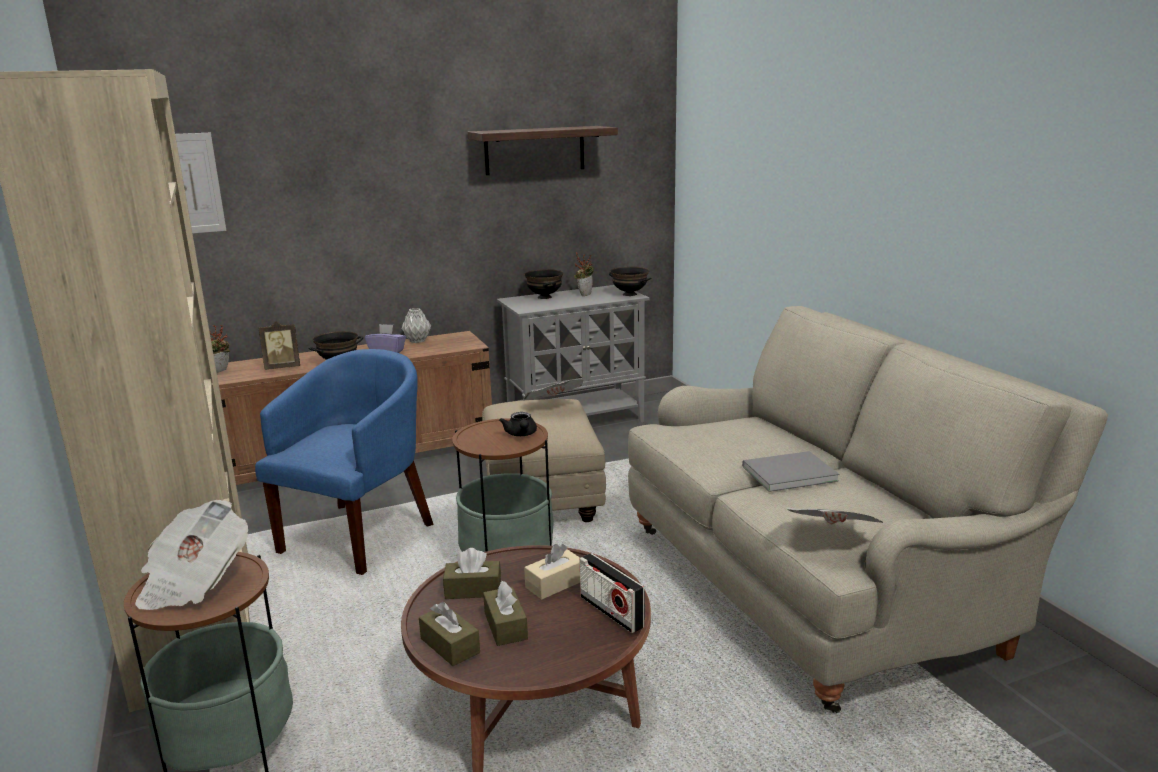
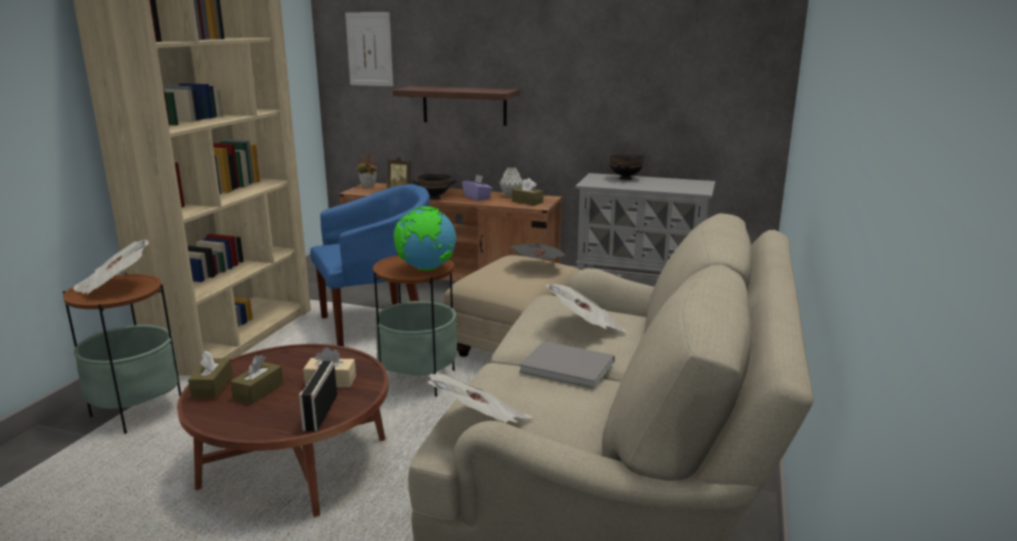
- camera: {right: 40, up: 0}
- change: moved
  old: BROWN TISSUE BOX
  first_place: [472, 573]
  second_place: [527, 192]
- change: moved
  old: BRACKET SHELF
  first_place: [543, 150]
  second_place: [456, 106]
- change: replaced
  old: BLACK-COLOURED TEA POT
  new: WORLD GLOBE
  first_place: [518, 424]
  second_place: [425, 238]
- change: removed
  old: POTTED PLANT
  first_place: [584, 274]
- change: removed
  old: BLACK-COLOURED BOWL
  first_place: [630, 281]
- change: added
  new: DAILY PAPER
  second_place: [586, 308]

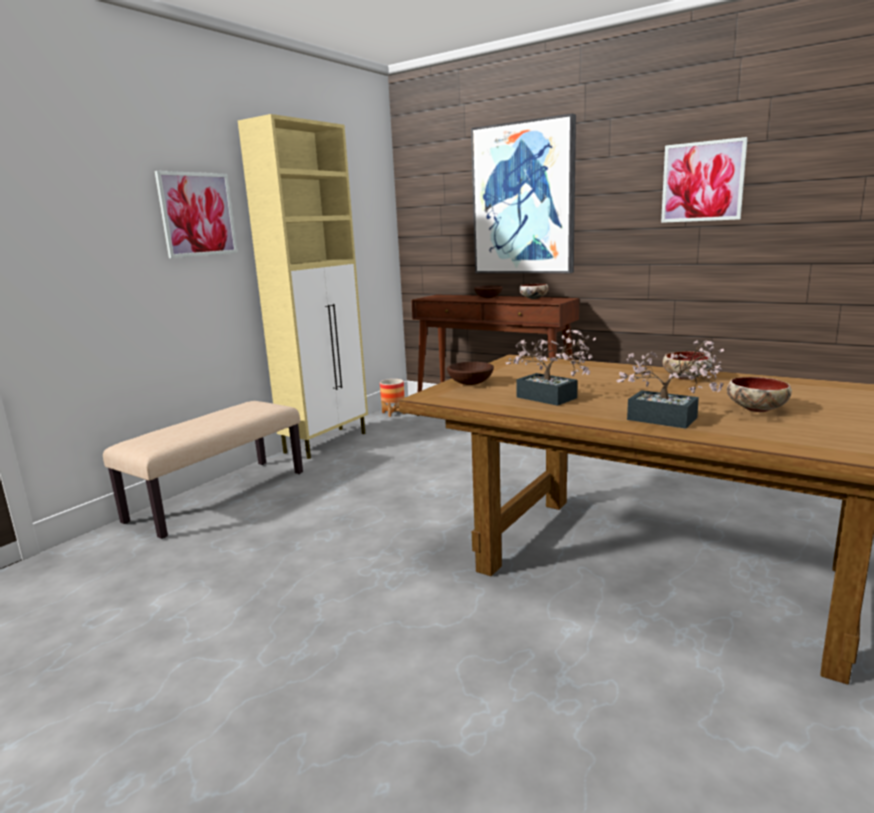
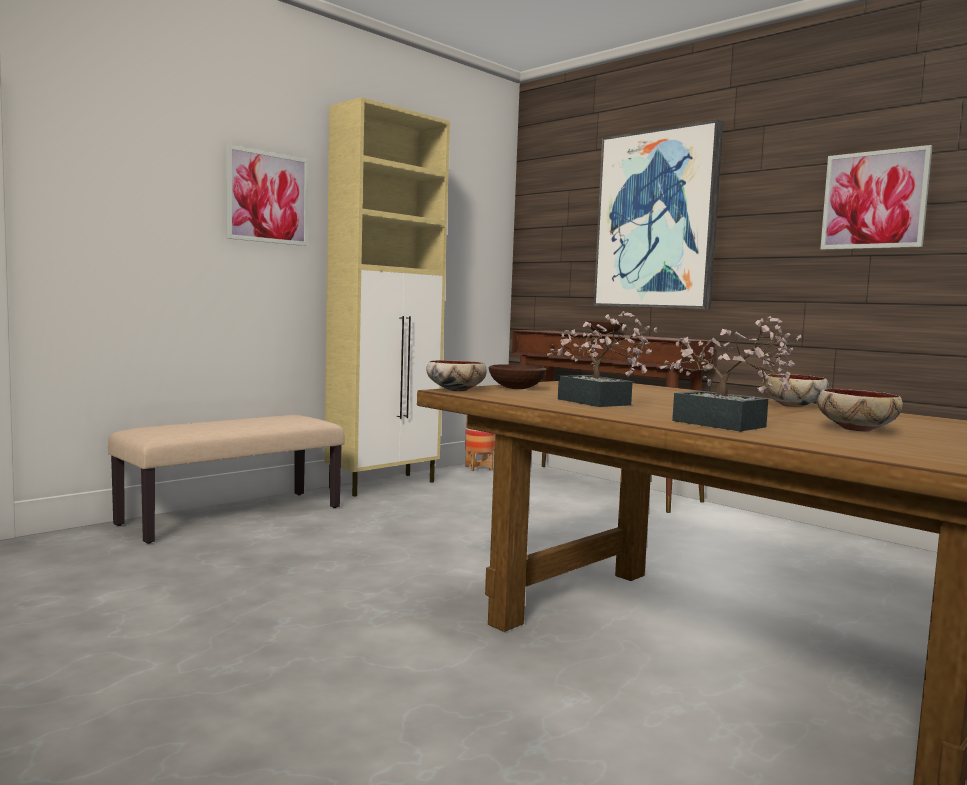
- camera: {right: 10, up: -10}
- change: moved
  old: BOWL
  first_place: [533, 291]
  second_place: [456, 375]

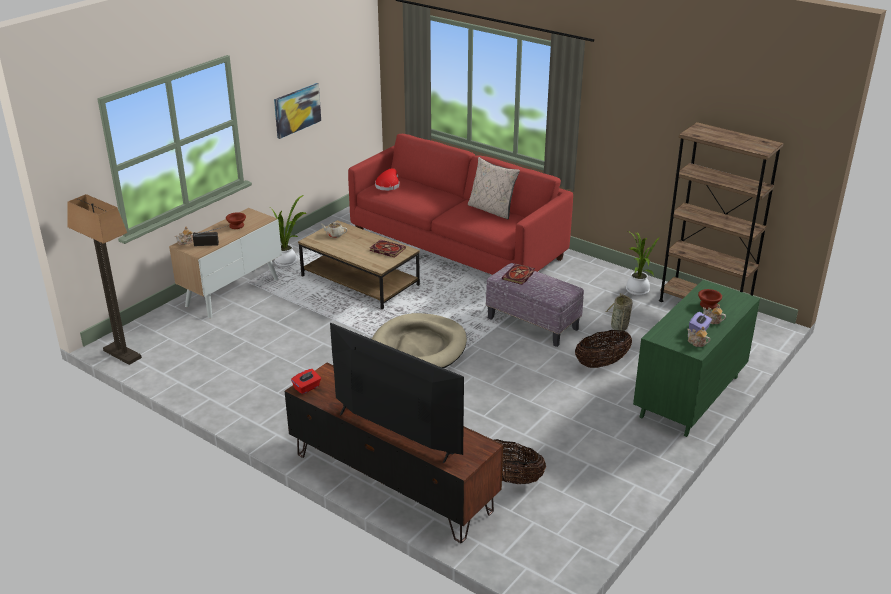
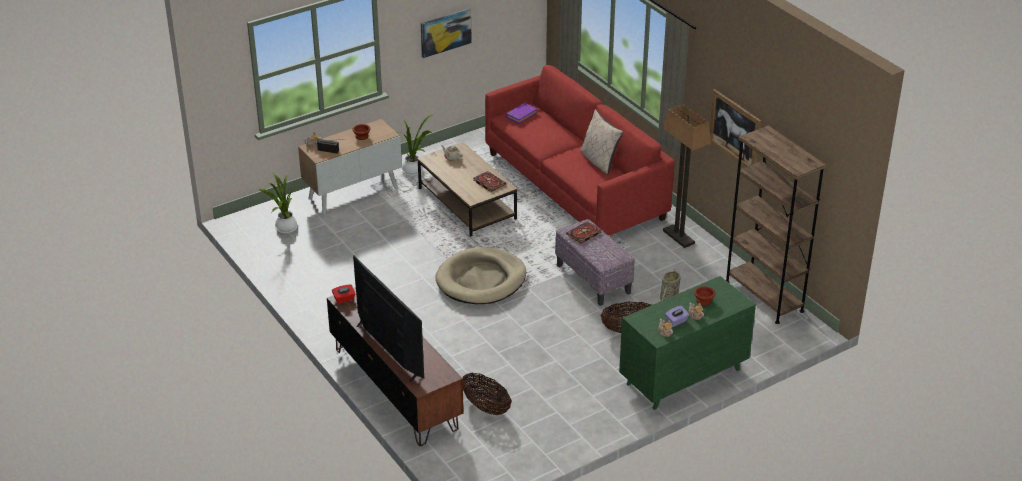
- camera: {right: 20, up: 5}
- change: moved
  old: STANDARD LAMP
  first_place: [104, 279]
  second_place: [687, 176]
- change: replaced
  old: RED WEARABLE HAT
  new: PURPLISH BOUND BOOK
  first_place: [387, 179]
  second_place: [521, 113]
- change: moved
  old: POTTED PLANT
  first_place: [643, 263]
  second_place: [277, 203]
- change: added
  new: WALL ART
  second_place: [735, 128]

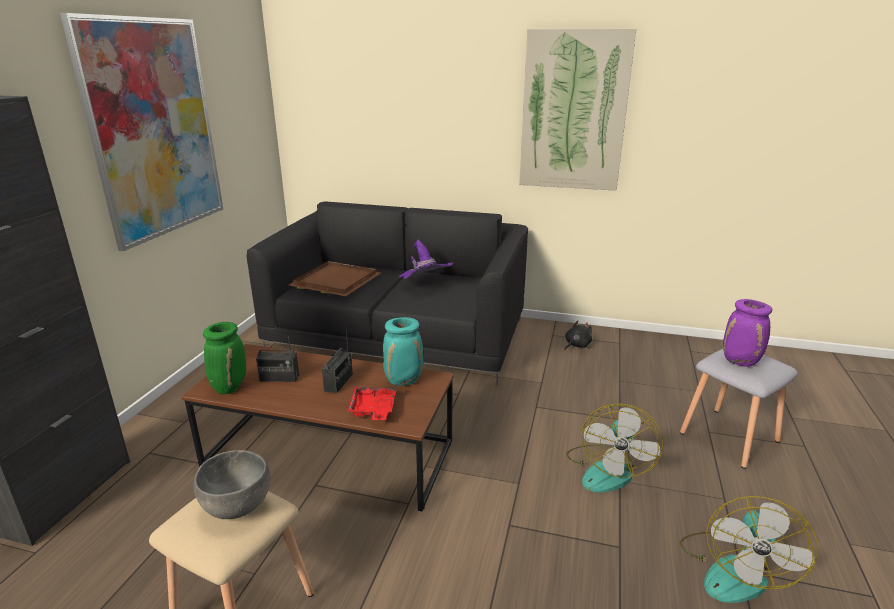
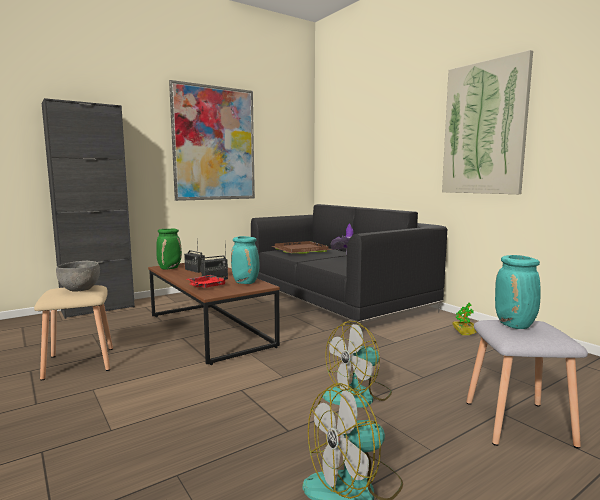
- camera: {right: 40, up: -15}
- change: replaced
  old: BLACK-COLOURED CUDDLY TOY
  new: POTTED PLANT
  first_place: [578, 335]
  second_place: [464, 319]
- change: recoloured
  old: PURPLISH FLOWER VASE
  new: TURQUOISE-COLOURED FLOWER VASE
  first_place: [747, 333]
  second_place: [518, 292]

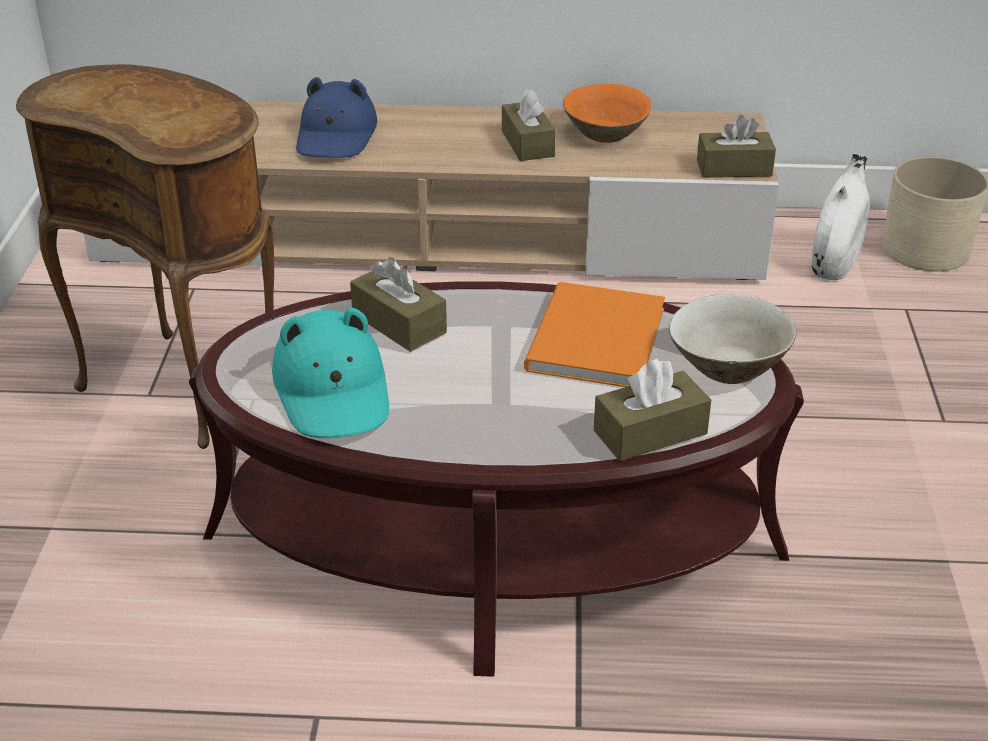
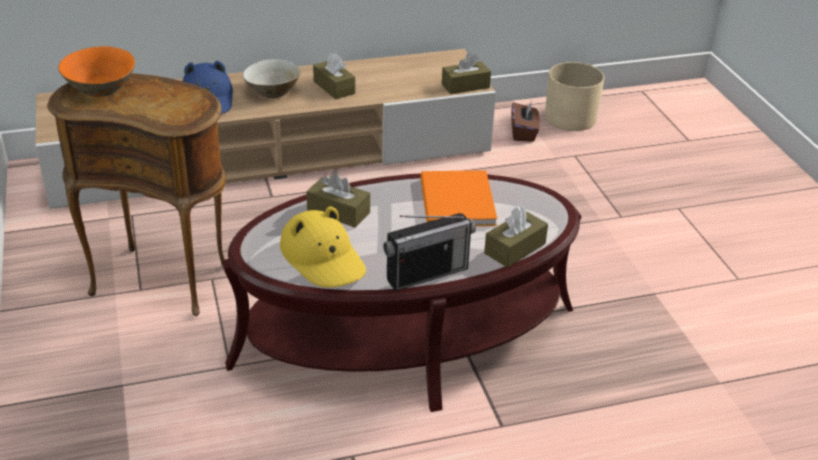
- camera: {right: -20, up: 0}
- change: recoloured
  old: TURQUOISE-COLOURED WEARABLE HAT
  new: YELLOWISH WEARABLE HAT
  first_place: [330, 373]
  second_place: [323, 247]
- change: moved
  old: ORANGE BOWL
  first_place: [607, 113]
  second_place: [96, 71]
- change: moved
  old: BEIGE-COLOURED BOWL
  first_place: [732, 339]
  second_place: [272, 78]
- change: replaced
  old: WHITE-COLOURED FLOWER VASE
  new: BROWN TISSUE BOX
  first_place: [841, 216]
  second_place: [525, 122]
- change: added
  new: RADIO
  second_place: [429, 252]

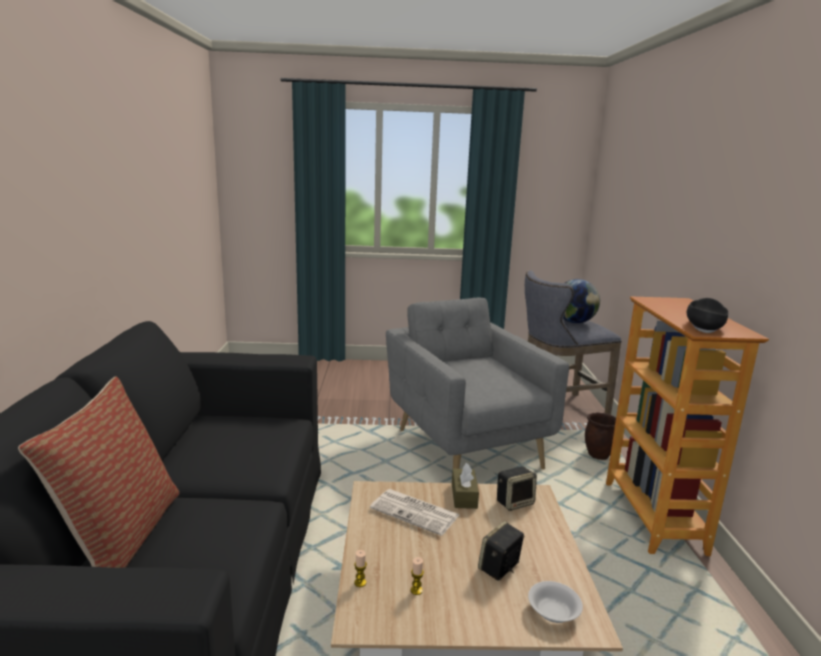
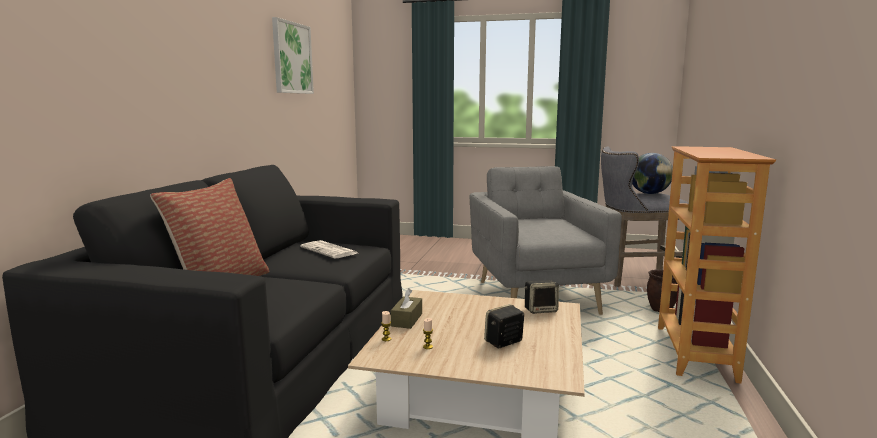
- camera: {right: 15, up: -5}
- change: moved
  old: DAILY PAPER
  first_place: [414, 512]
  second_place: [328, 249]
- change: moved
  old: BROWN TISSUE BOX
  first_place: [465, 486]
  second_place: [406, 308]
- change: removed
  old: WHITE-COLOURED BOWL
  first_place: [555, 602]
- change: removed
  old: BLACK-COLOURED BOWL
  first_place: [707, 315]
- change: added
  new: WALL ART
  second_place: [293, 55]

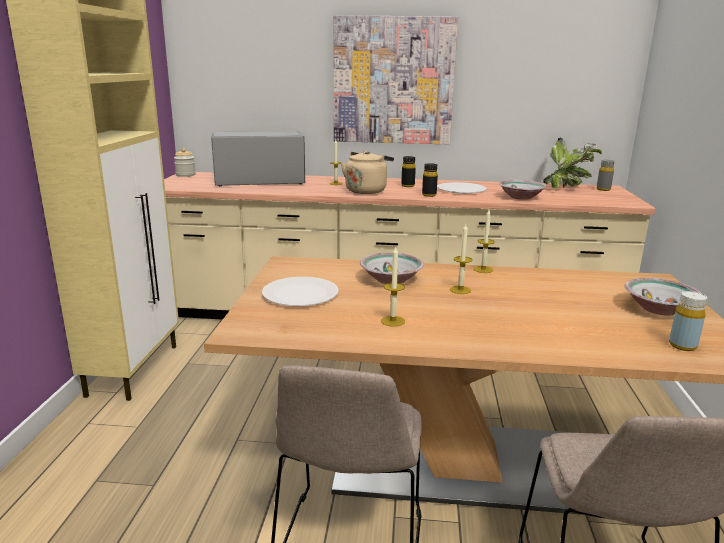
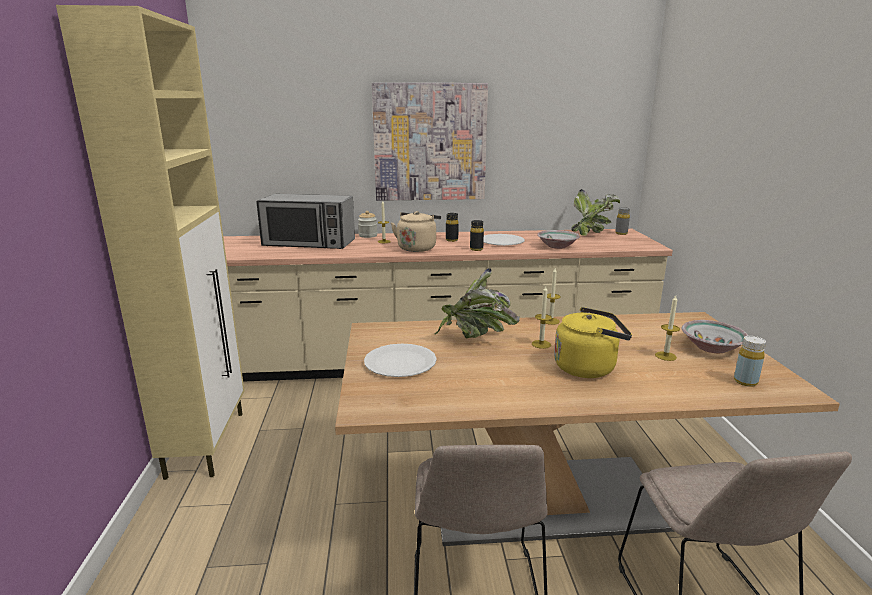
- camera: {right: -10, up: 0}
- change: moved
  old: STORAGE JAR
  first_place: [185, 162]
  second_place: [367, 224]
- change: turned
  old: MICROWAVE OVEN
  first_place: [258, 158]
  second_place: [305, 221]
  degrees: -150
- change: replaced
  old: BOWL
  new: POTTED PLANT
  first_place: [392, 268]
  second_place: [477, 303]
- change: moved
  old: CANDLE
  first_place: [393, 287]
  second_place: [667, 328]
- change: added
  new: YELLOWISH KETTLE
  second_place: [593, 342]

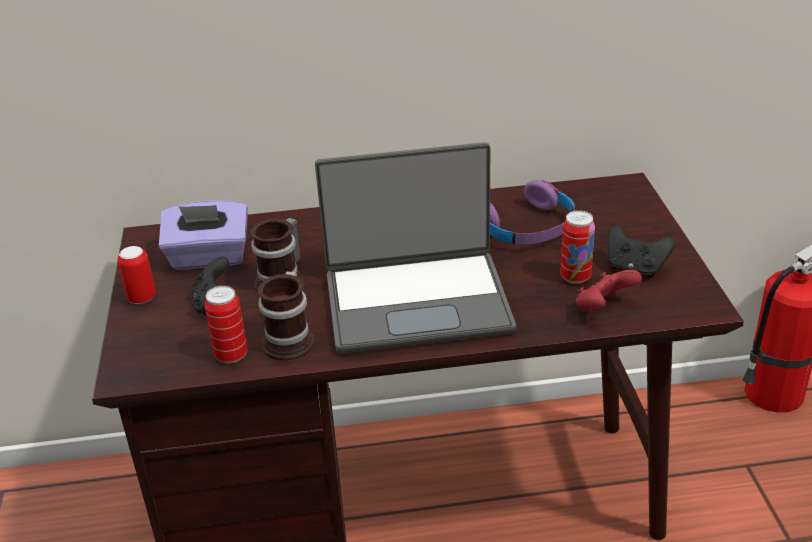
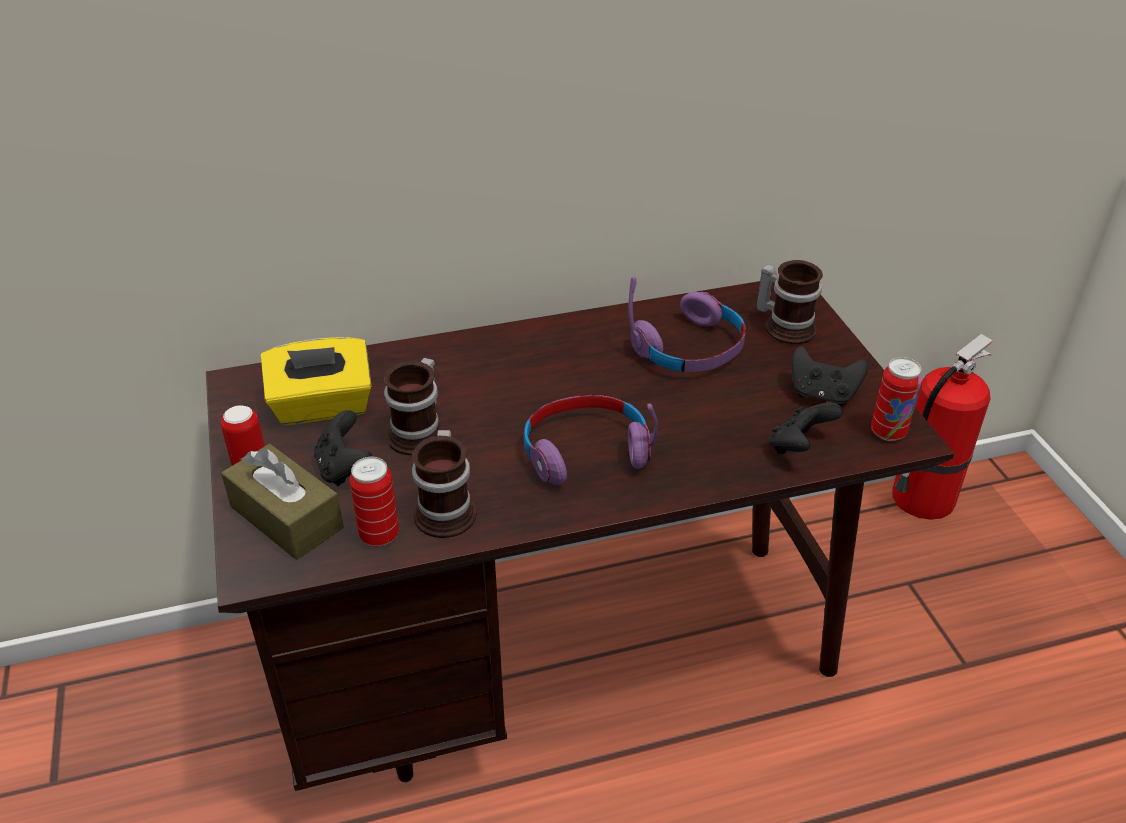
- camera: {right: -10, up: 5}
- change: recoloured
  old: PURPLISH TISSUE BOX
  new: YELLOWISH TISSUE BOX
  first_place: [203, 235]
  second_place: [316, 381]
- change: replaced
  old: PORTABLE COMPUTER
  new: PURPLISH PAIR OF HEADPHONES
  first_place: [415, 248]
  second_place: [590, 440]
- change: moved
  old: METAL CAN
  first_place: [577, 247]
  second_place: [896, 399]
- change: recoloured
  old: RED GAMEPAD
  new: BLACK-COLOURED GAMEPAD
  first_place: [609, 291]
  second_place: [806, 428]
- change: added
  new: BROWN TISSUE BOX
  second_place: [282, 502]
- change: added
  new: TEA MUG
  second_place: [790, 302]

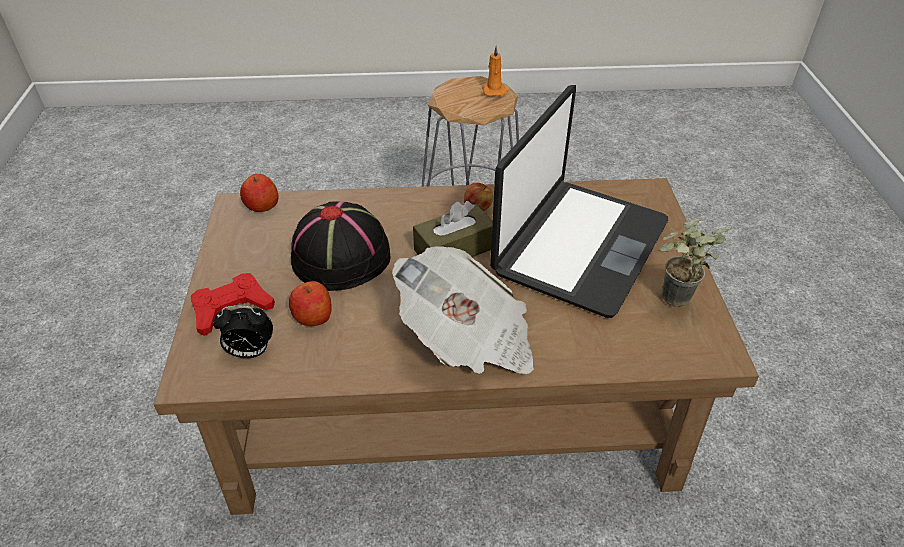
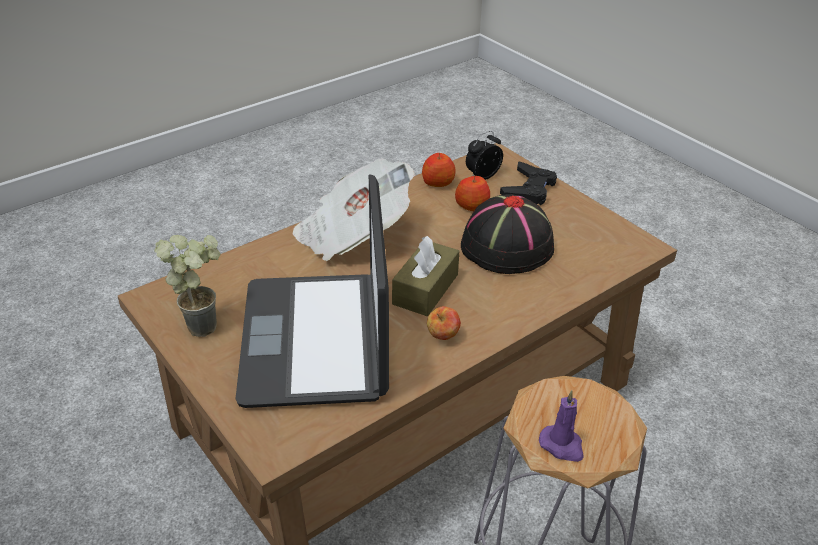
- camera: {right: 145, up: -5}
- change: recoloured
  old: RED GAMEPAD
  new: BLACK-COLOURED GAMEPAD
  first_place: [233, 304]
  second_place: [528, 183]
- change: moved
  old: APPLE FRUIT
  first_place: [259, 193]
  second_place: [439, 170]
- change: recoloured
  old: ORANGE CANDLE
  new: PURPLISH CANDLE
  first_place: [495, 71]
  second_place: [561, 426]

